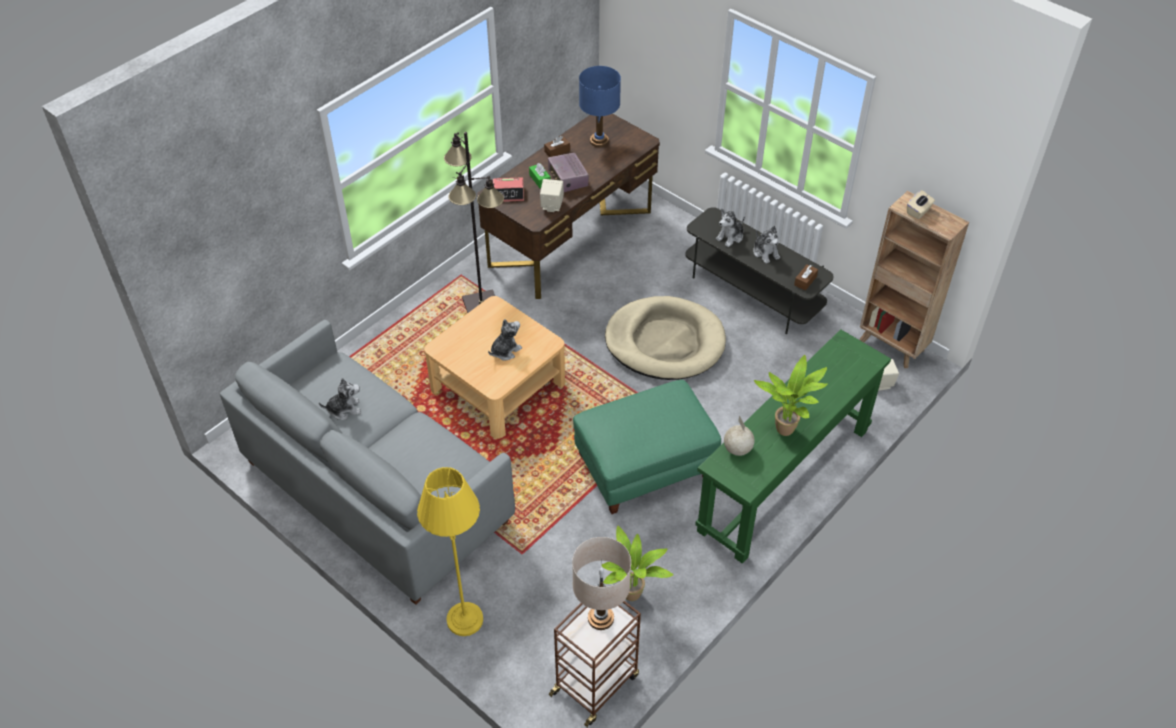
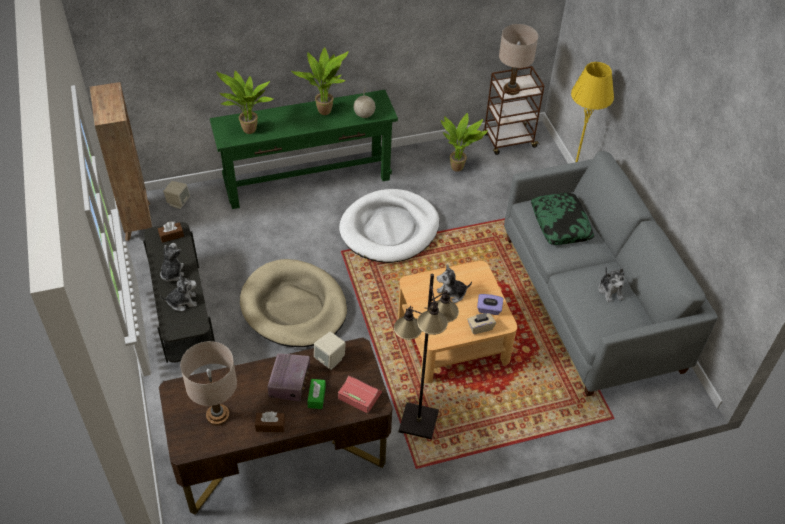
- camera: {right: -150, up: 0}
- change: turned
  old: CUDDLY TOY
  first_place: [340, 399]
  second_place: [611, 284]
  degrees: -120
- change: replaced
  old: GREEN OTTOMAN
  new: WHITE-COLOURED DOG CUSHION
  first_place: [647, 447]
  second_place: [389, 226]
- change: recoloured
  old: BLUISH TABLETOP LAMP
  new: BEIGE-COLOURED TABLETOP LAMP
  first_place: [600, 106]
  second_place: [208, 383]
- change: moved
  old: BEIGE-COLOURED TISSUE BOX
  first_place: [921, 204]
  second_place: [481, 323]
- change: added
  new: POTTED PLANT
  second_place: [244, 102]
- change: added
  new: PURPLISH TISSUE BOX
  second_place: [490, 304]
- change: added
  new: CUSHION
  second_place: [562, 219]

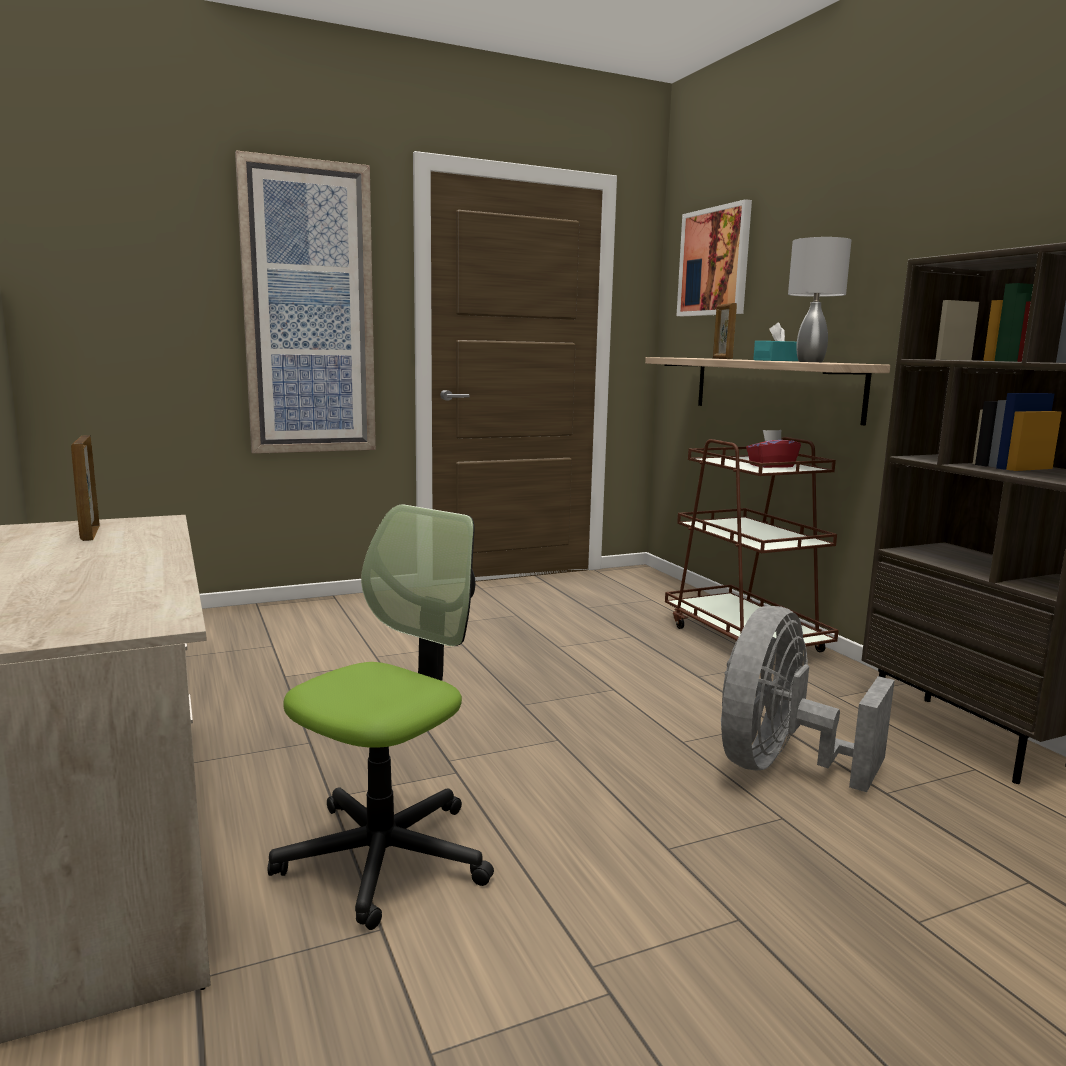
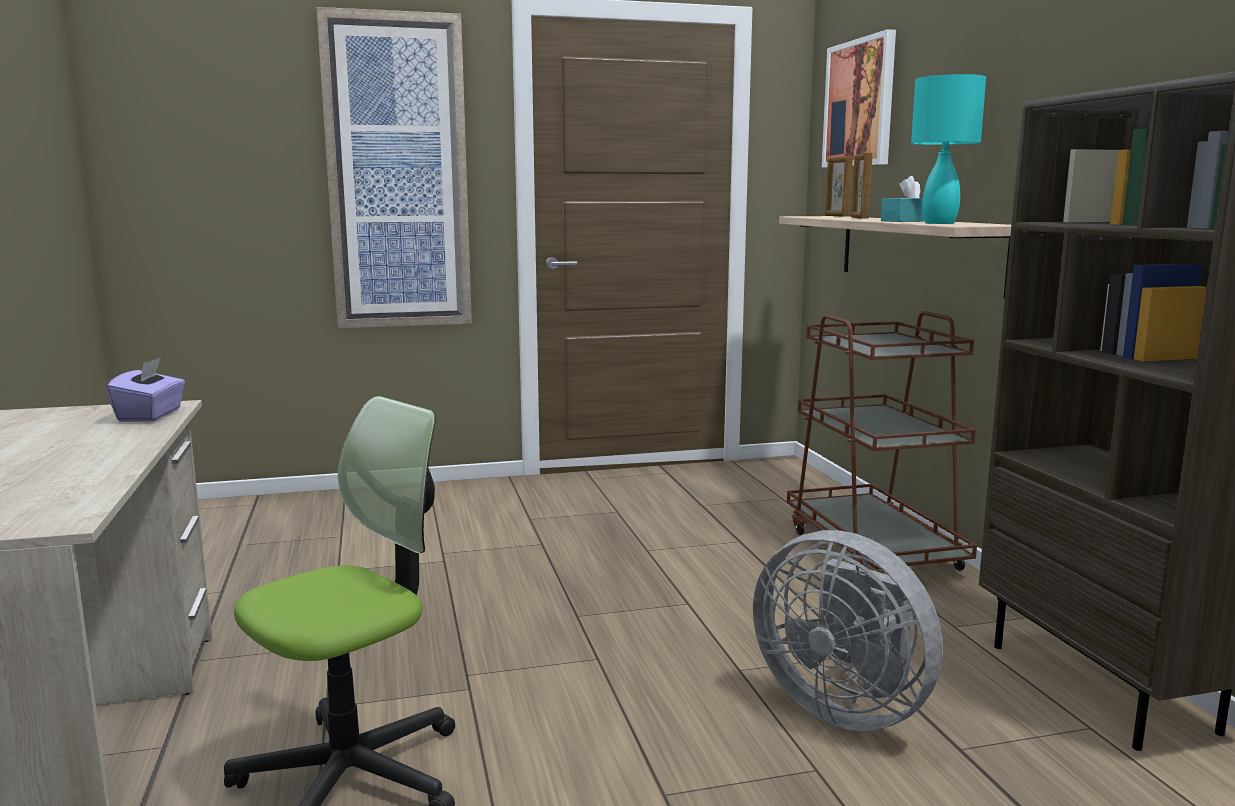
- camera: {right: 10, up: 0}
- change: moved
  old: PICTURE FRAME
  first_place: [85, 488]
  second_place: [839, 186]
- change: turned
  old: GREYISH COOLING FAN
  first_place: [808, 699]
  second_place: [848, 630]
  degrees: -90
- change: removed
  old: RED TISSUE BOX
  first_place: [773, 449]
- change: recoloured
  old: GREYISH TABLETOP LAMP
  new: TURQUOISE-COLOURED TABLETOP LAMP
  first_place: [820, 299]
  second_place: [948, 149]
- change: added
  new: PURPLISH TISSUE BOX
  second_place: [145, 389]

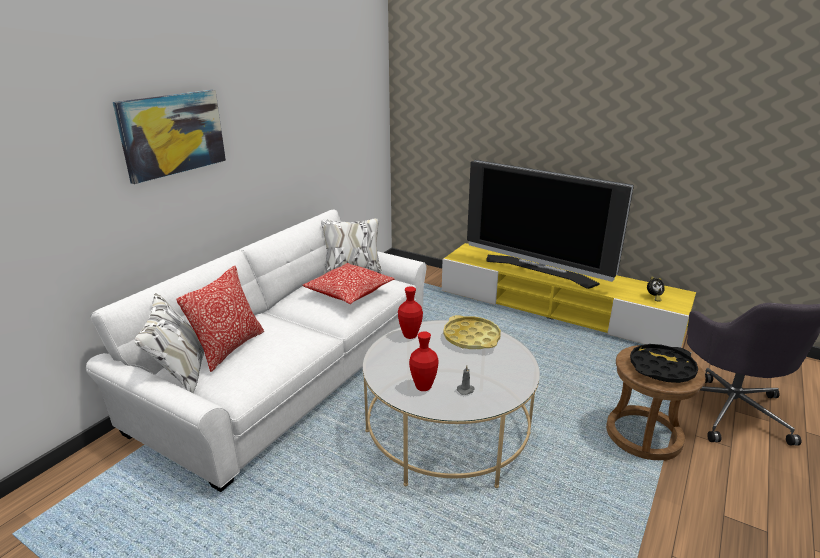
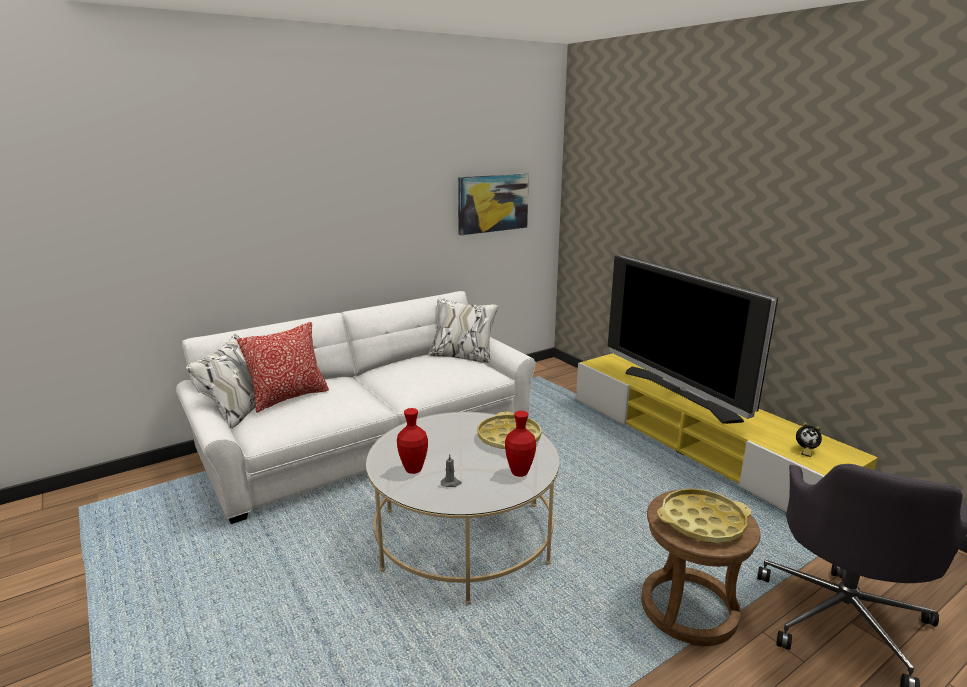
- camera: {right: 25, up: -5}
- change: moved
  old: WALL ART
  first_place: [169, 137]
  second_place: [493, 204]
- change: removed
  old: CUSHION
  first_place: [348, 283]
- change: moved
  old: RED FLOWER VASE
  first_place: [410, 312]
  second_place: [520, 444]
- change: recoloured
  old: BLACK-COLOURED SERVING TRAY
  new: YELLOWISH SERVING TRAY
  first_place: [664, 363]
  second_place: [704, 515]

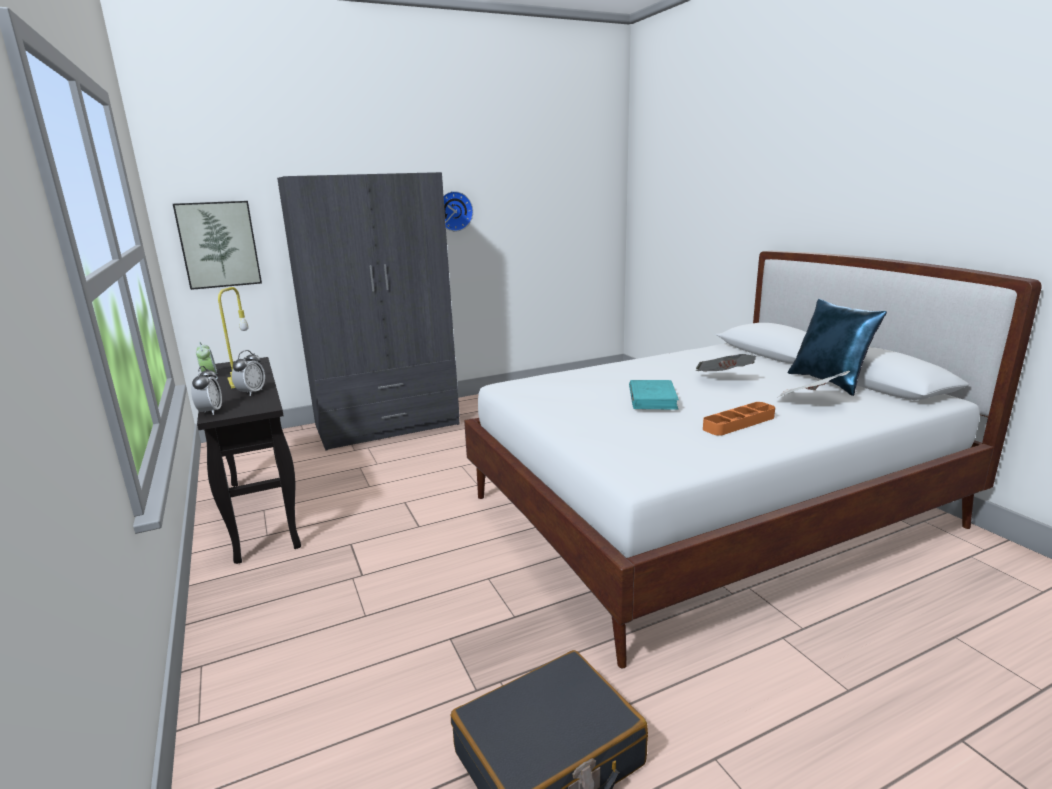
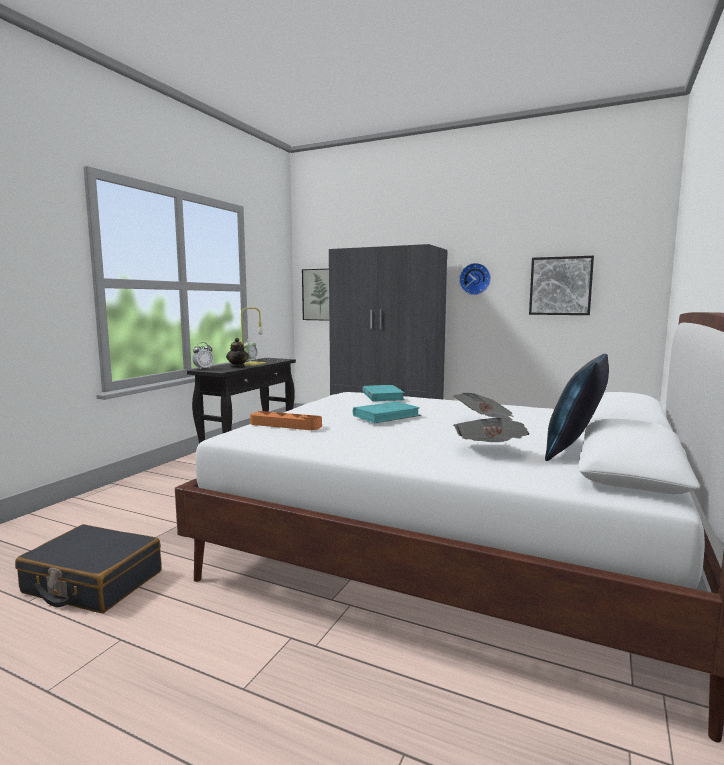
- camera: {right: 50, up: -10}
- change: replaced
  old: ALARM CLOCK
  new: TEA POT
  first_place: [248, 373]
  second_place: [237, 353]
- change: moved
  old: ORANGE SERVING TRAY
  first_place: [739, 419]
  second_place: [286, 420]
- change: added
  new: TURQUOISE-COLOURED BOUND BOOK
  second_place: [383, 393]
- change: added
  new: WALL ART
  second_place: [561, 285]

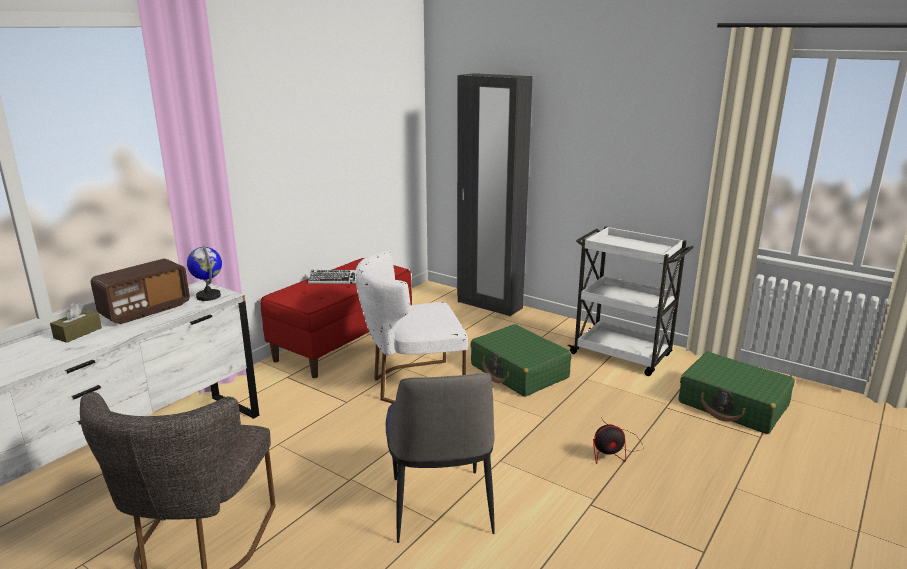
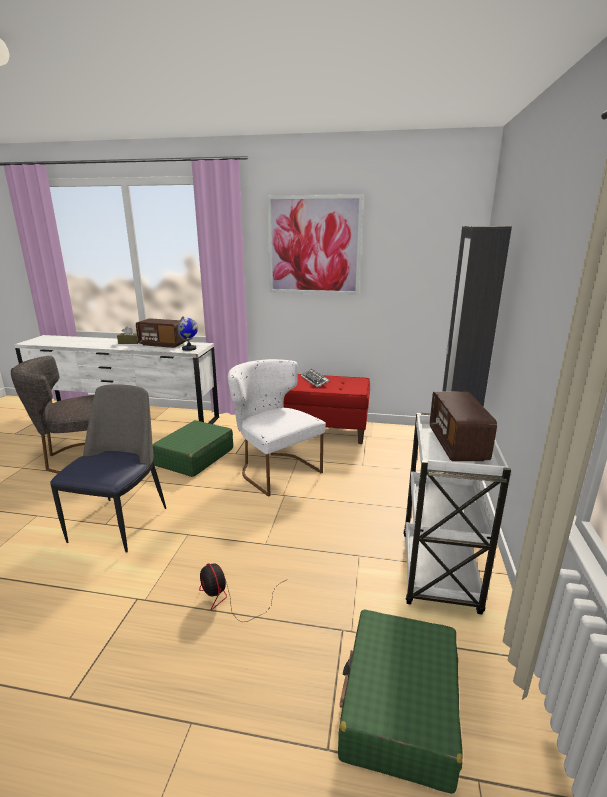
- camera: {right: 65, up: 0}
- change: turned
  old: PLAIN CHAIR
  first_place: [440, 458]
  second_place: [108, 468]
  degrees: 135
- change: moved
  old: GREEN SUITCASE
  first_place: [520, 360]
  second_place: [193, 448]
- change: added
  new: WALL ART
  second_place: [315, 245]
- change: added
  new: RADIO
  second_place: [463, 426]

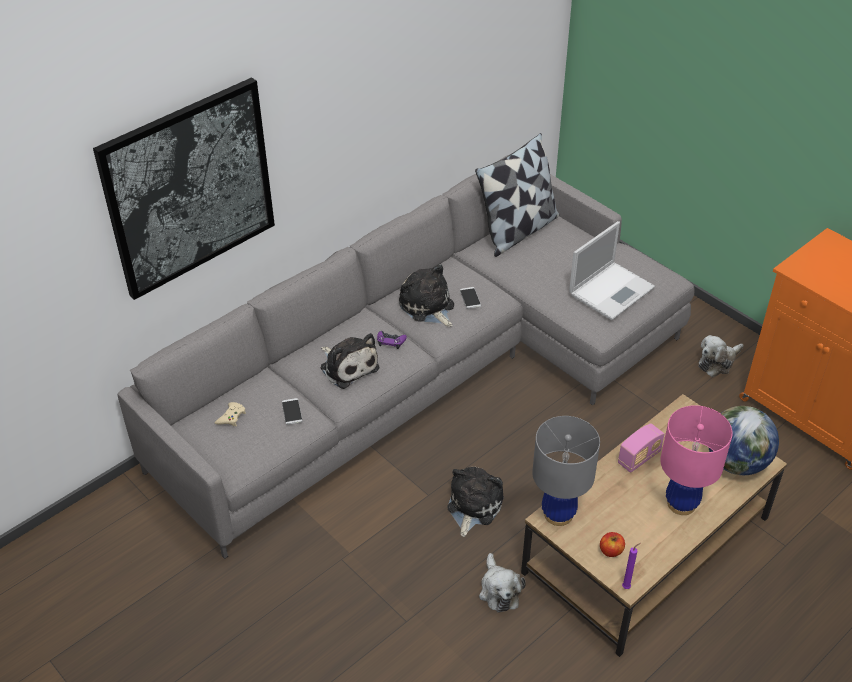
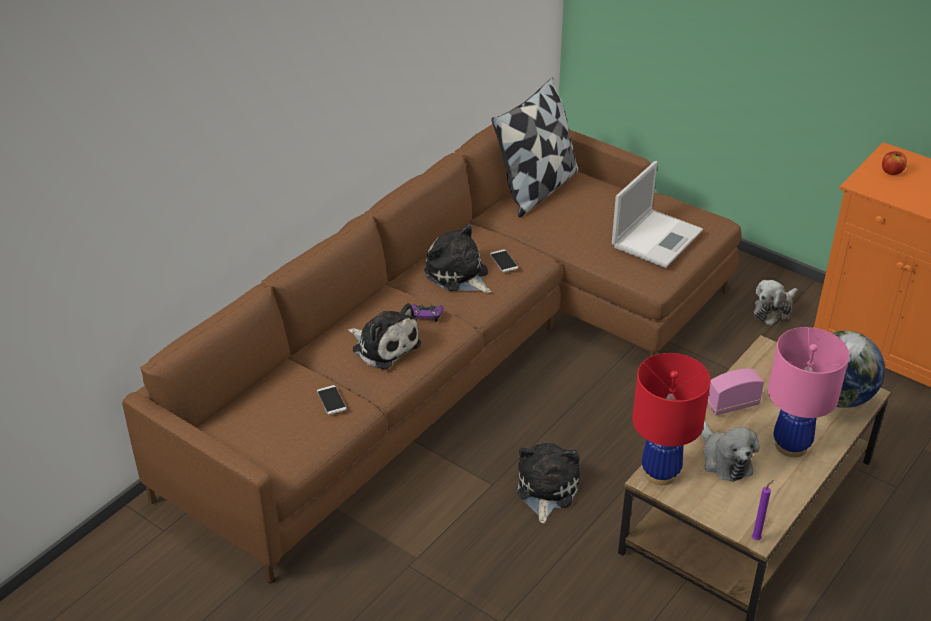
- camera: {right: -10, up: -5}
- change: removed
  old: WALL ART
  first_place: [184, 188]
- change: recoloured
  old: GREYISH COUCH
  new: BROWN COUCH
  first_place: [405, 355]
  second_place: [432, 343]
- change: removed
  old: BEIGE-COLOURED GAMEPAD
  first_place: [230, 414]
- change: moved
  old: CUDDLY TOY
  first_place: [502, 583]
  second_place: [730, 452]
- change: recoloured
  old: GREYISH TABLETOP LAMP
  new: RED TABLETOP LAMP
  first_place: [566, 471]
  second_place: [671, 419]
- change: moved
  old: APPLE FRUIT
  first_place: [612, 544]
  second_place: [894, 163]
- change: turned
  old: RADIO
  first_place: [641, 448]
  second_place: [735, 392]
  degrees: -150

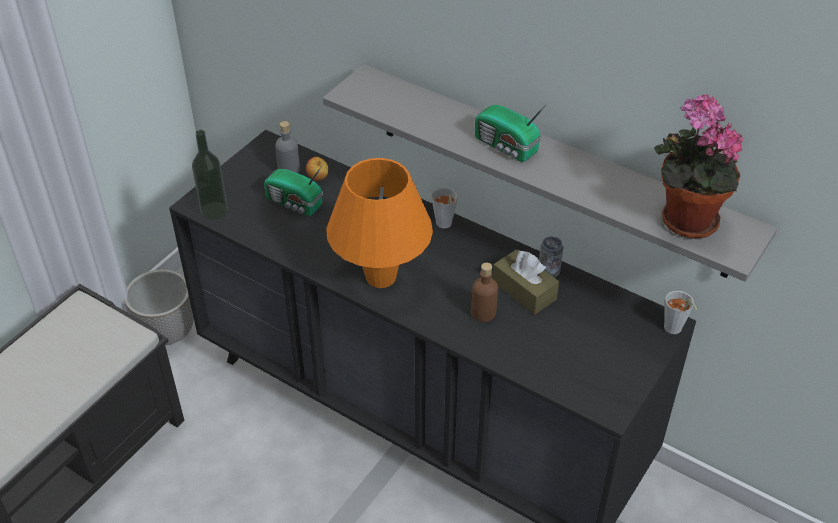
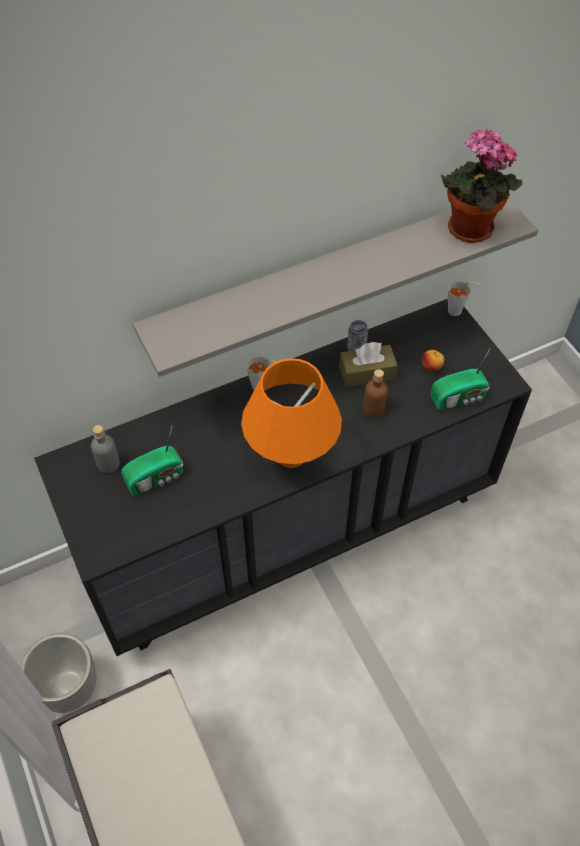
- camera: {right: -60, up: 10}
- change: removed
  old: BEVERAGE BOTTLE
  first_place: [210, 175]
- change: moved
  old: APPLE FRUIT
  first_place: [317, 169]
  second_place: [433, 360]
- change: moved
  old: RADIO
  first_place: [512, 132]
  second_place: [460, 380]

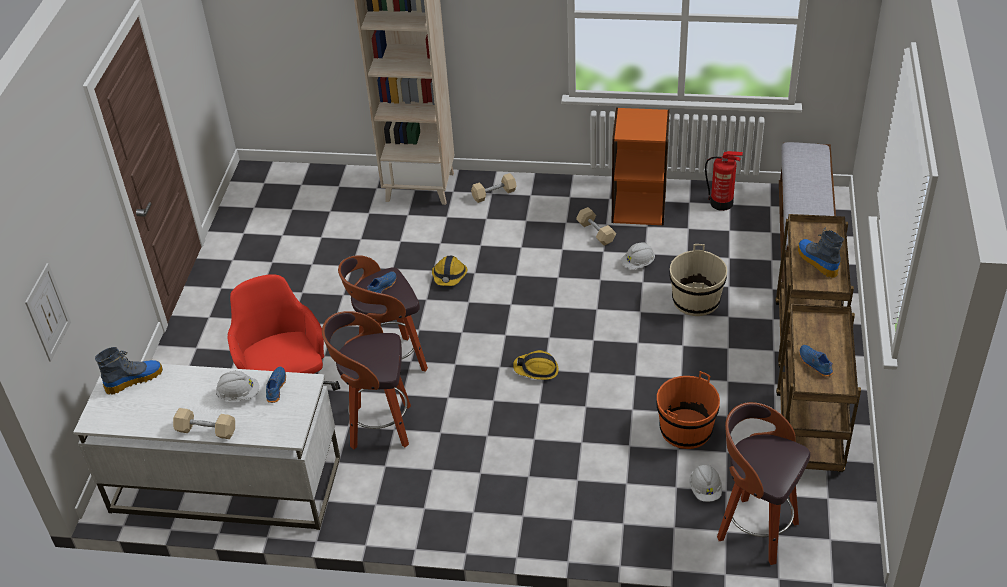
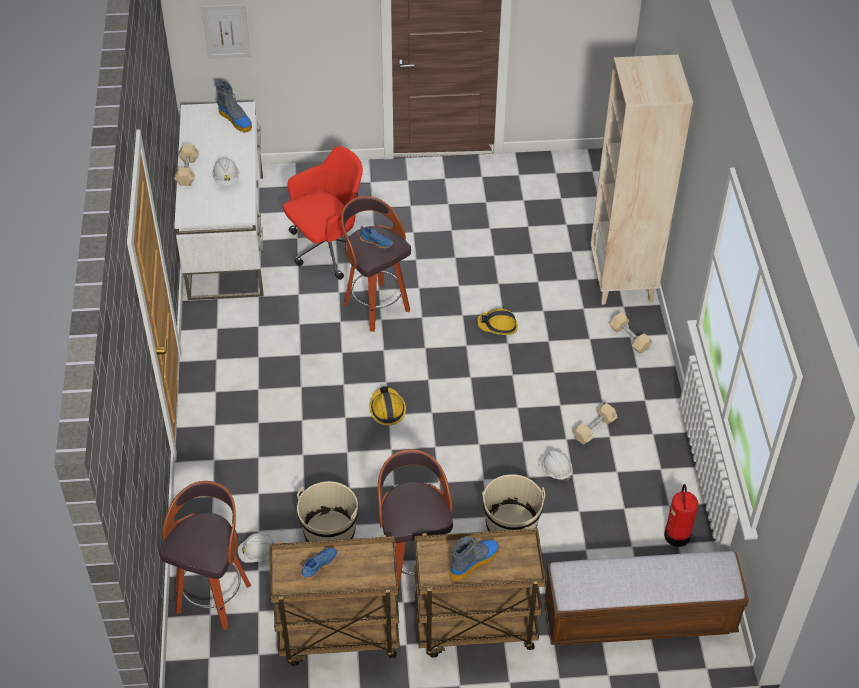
- camera: {right: 75, up: 5}
- change: removed
  old: BLUISH SHOE
  first_place: [276, 384]
- change: moved
  old: STOOL
  first_place: [366, 380]
  second_place: [415, 518]
- change: removed
  old: ORANGE BOOKSHELF
  first_place: [641, 167]
- change: recoloured
  old: ORANGE WATER BUCKET
  new: BEIGE-COLOURED WATER BUCKET
  first_place: [688, 410]
  second_place: [327, 511]

